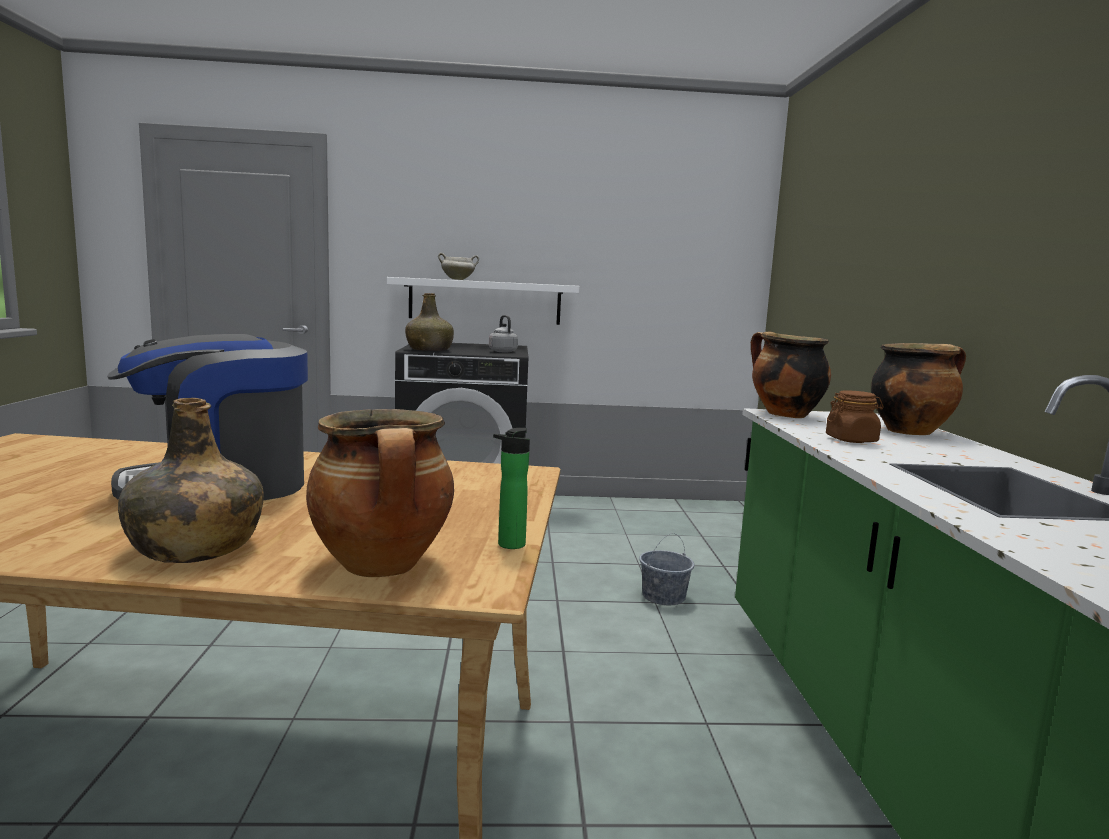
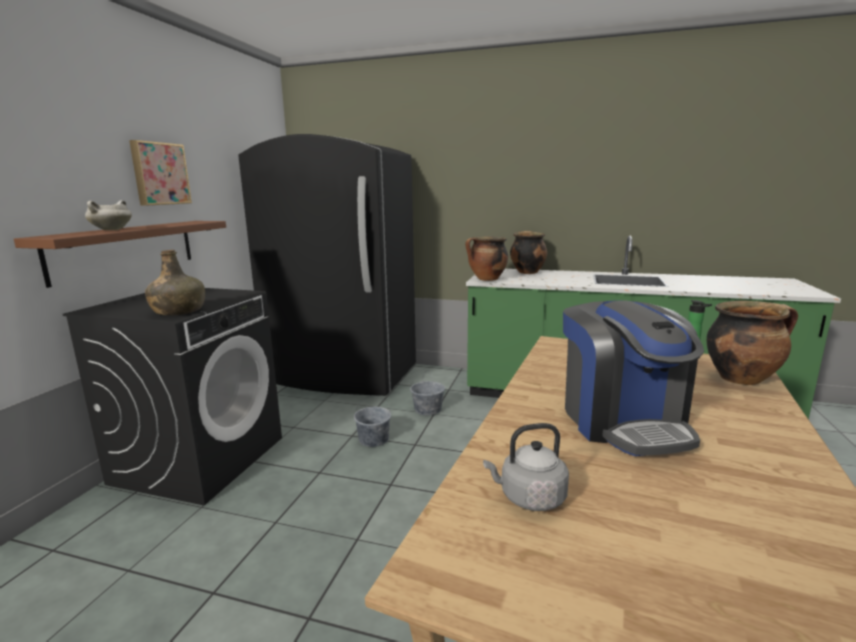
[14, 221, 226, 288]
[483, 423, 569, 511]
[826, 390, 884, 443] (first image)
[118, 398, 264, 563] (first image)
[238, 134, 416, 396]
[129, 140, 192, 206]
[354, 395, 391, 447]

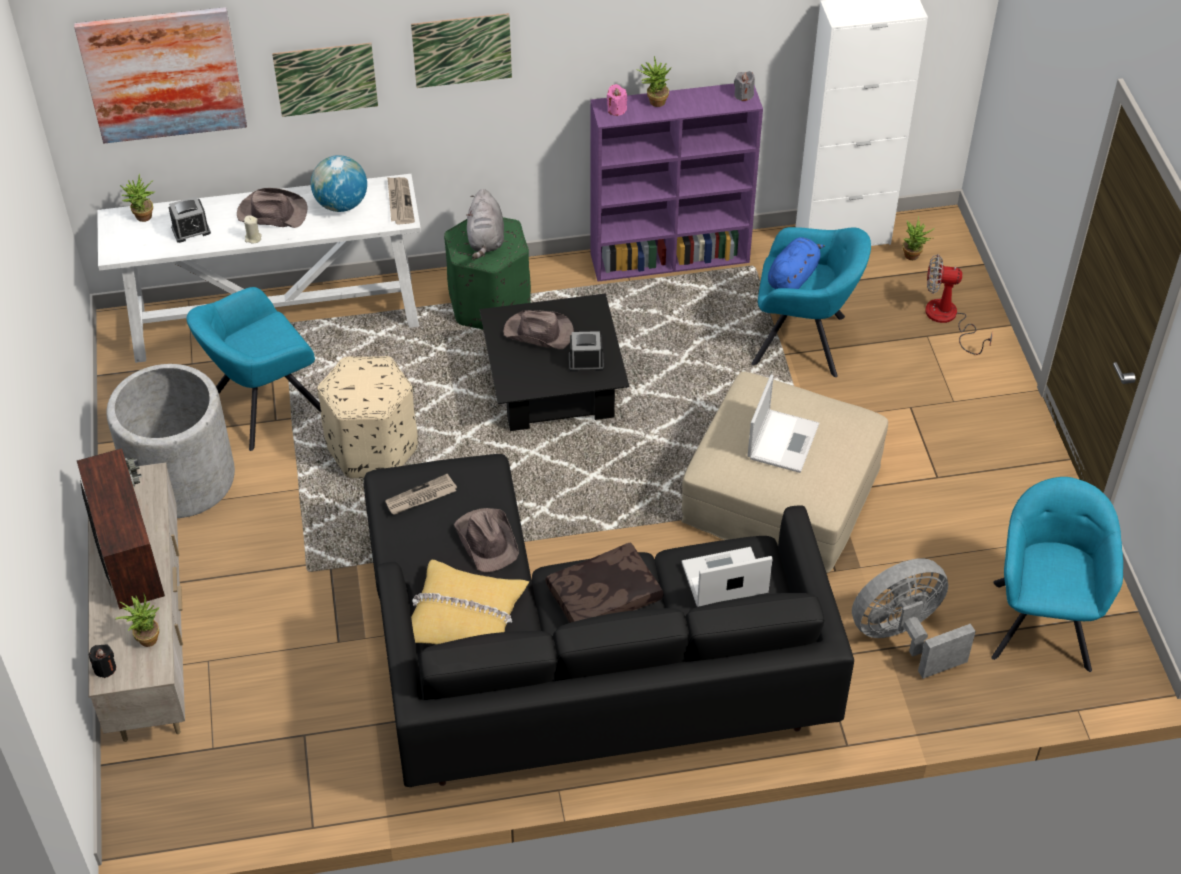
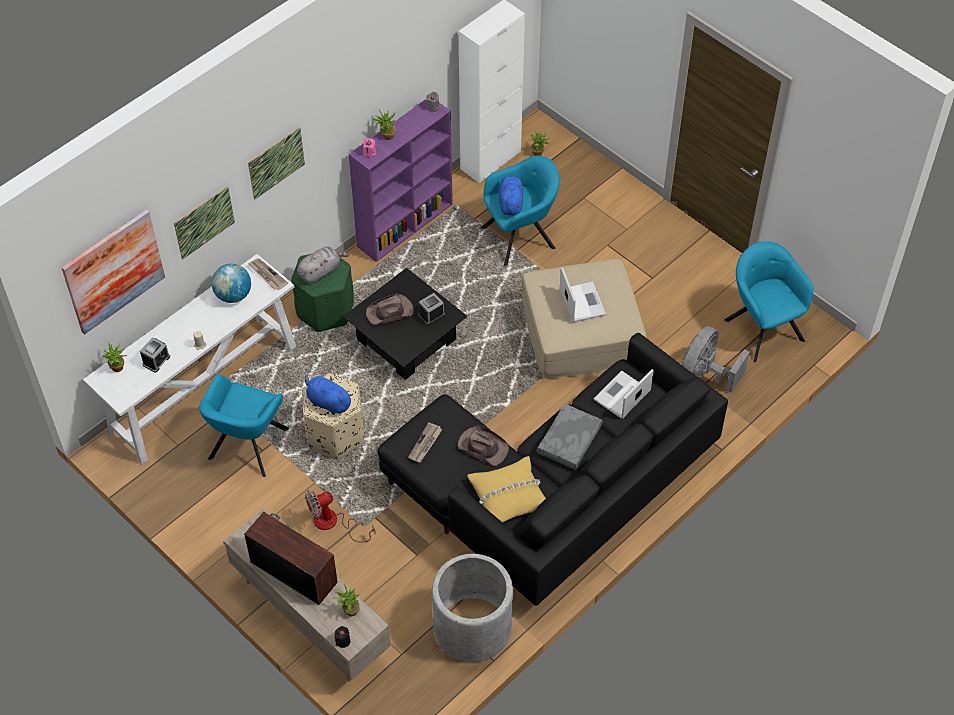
[237, 188, 308, 228] (first image)
[297, 247, 349, 283]
[305, 490, 375, 542]
[432, 554, 513, 662]
[537, 404, 603, 470]
[305, 375, 353, 415]

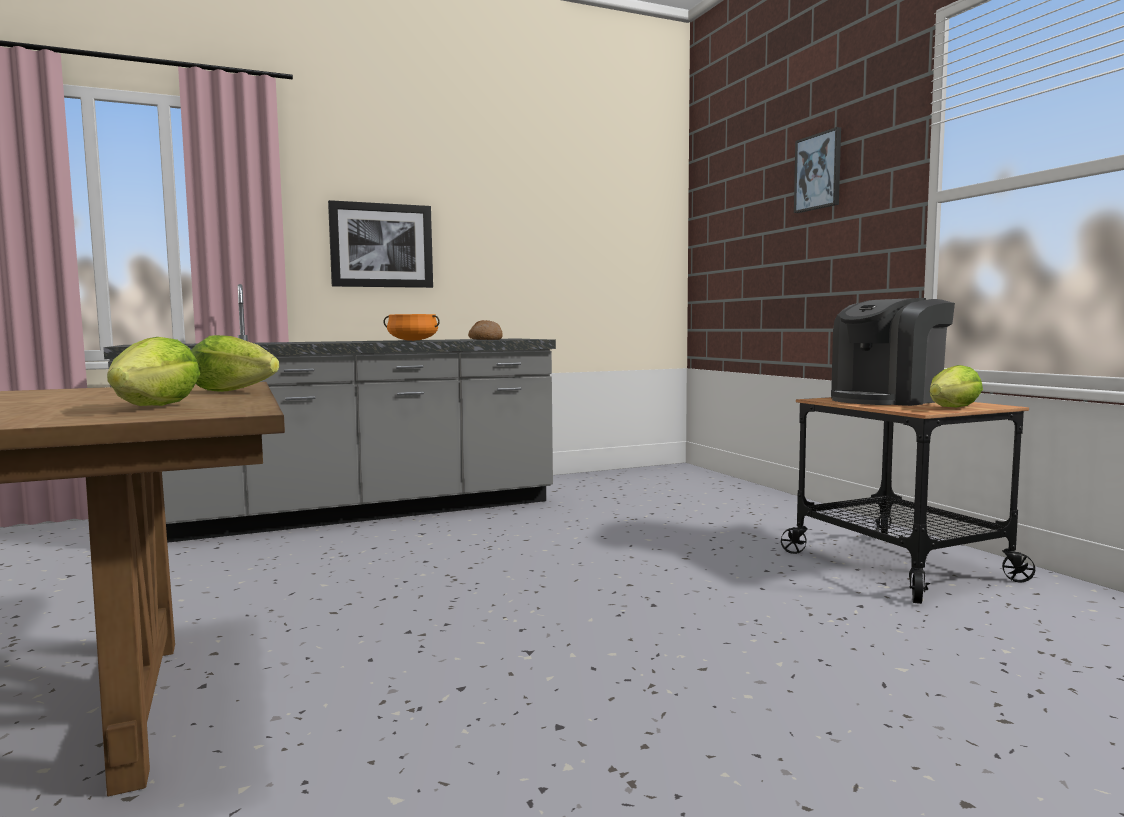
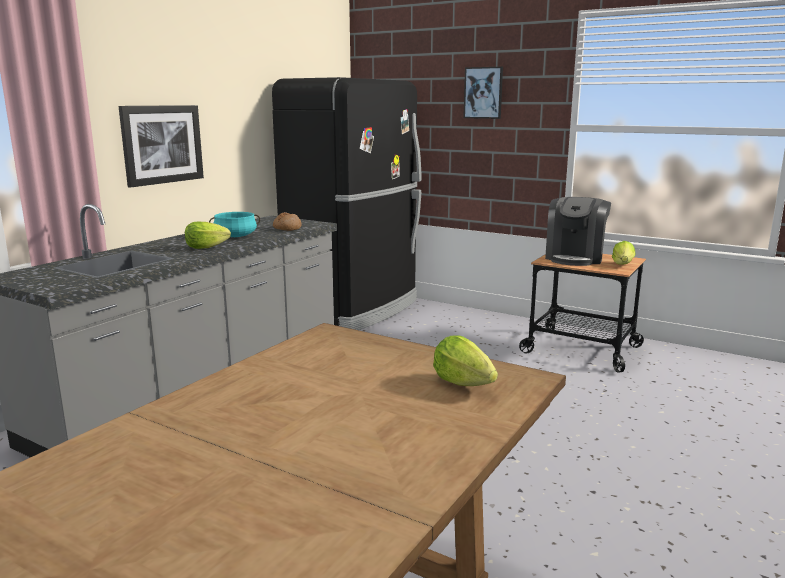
[209, 212, 260, 237]
[185, 221, 231, 249]
[272, 77, 422, 330]

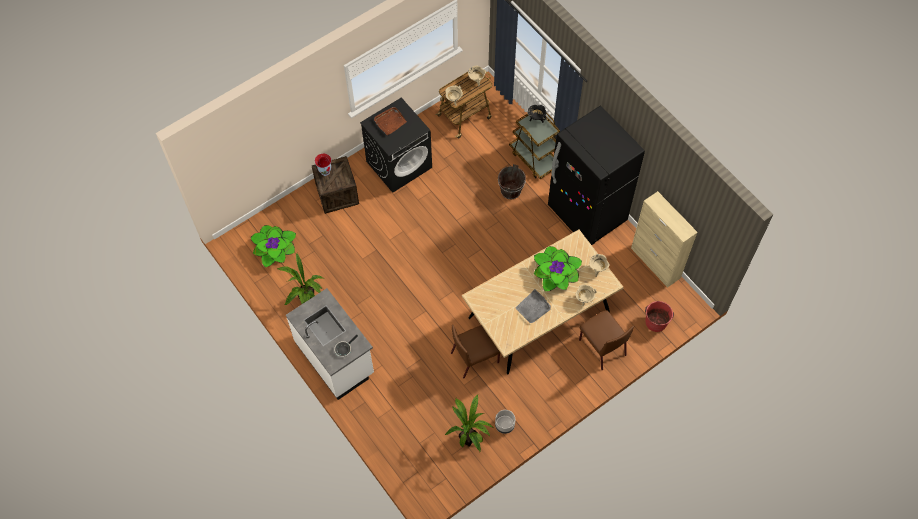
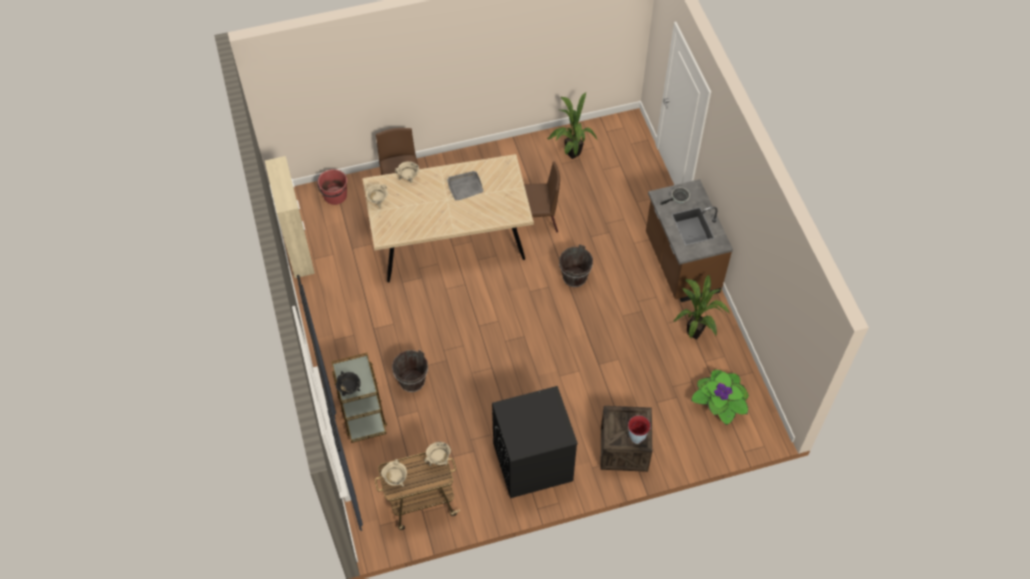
[548, 106, 645, 245] (first image)
[374, 107, 407, 135] (first image)
[534, 246, 582, 291] (first image)
[646, 179, 733, 302]
[495, 410, 515, 434] (first image)
[559, 244, 593, 287]

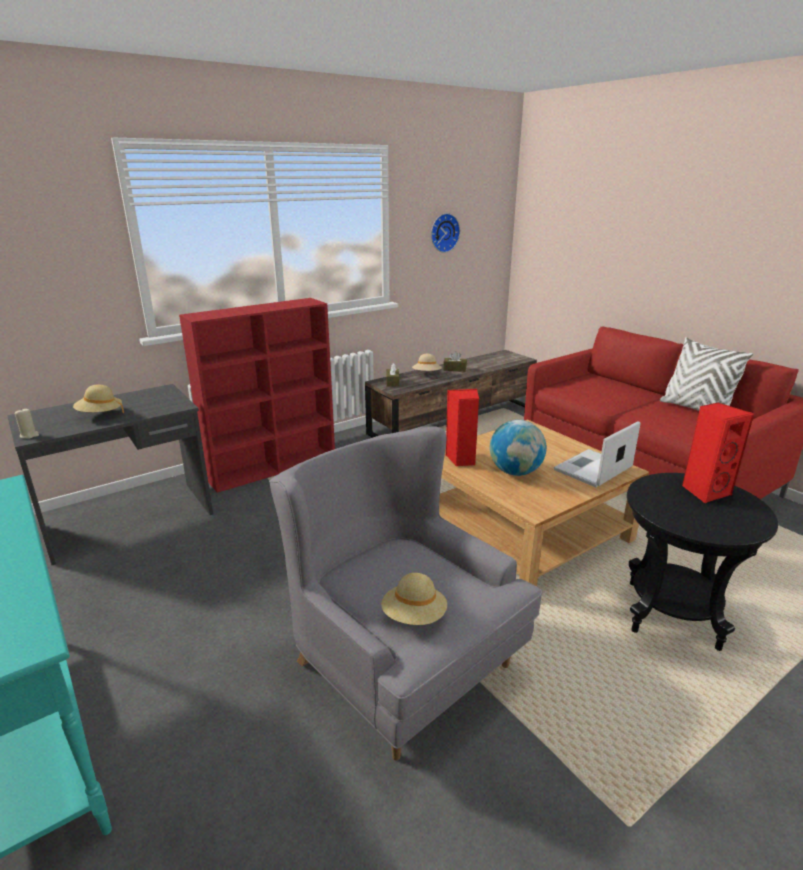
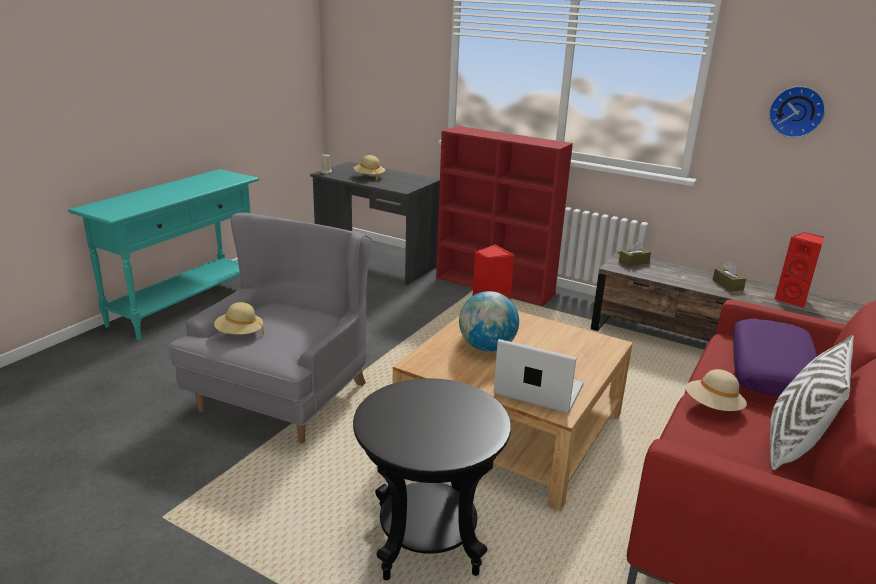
[685, 369, 747, 411]
[774, 232, 824, 308]
[733, 318, 817, 396]

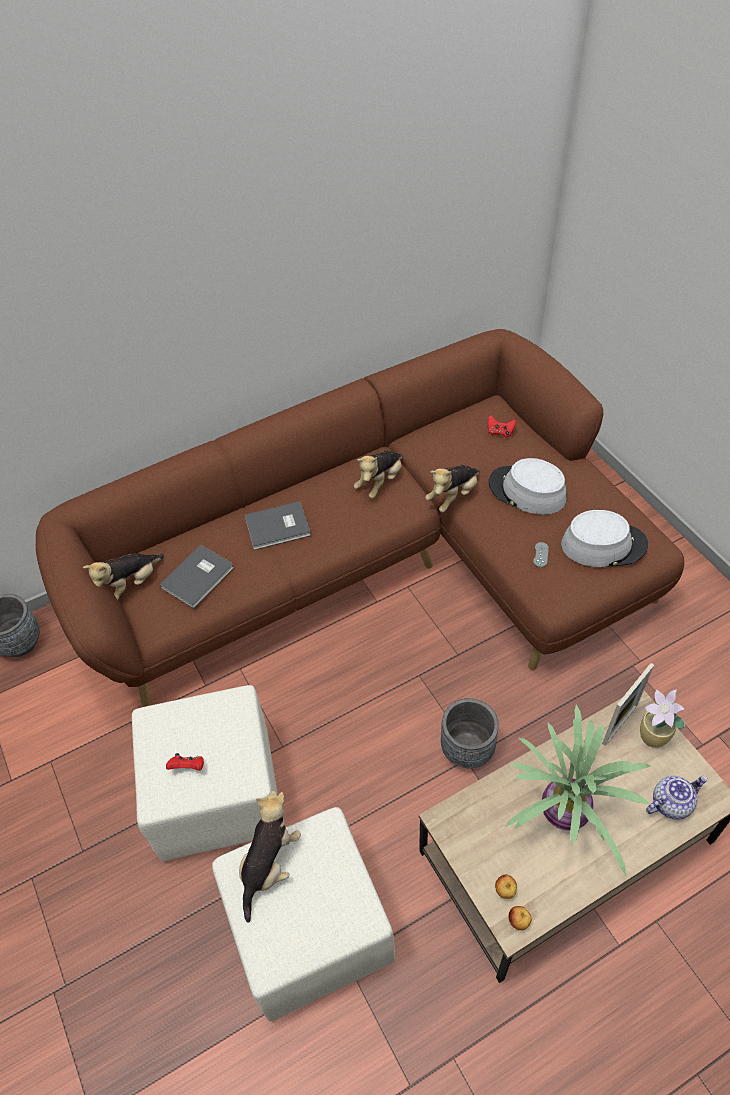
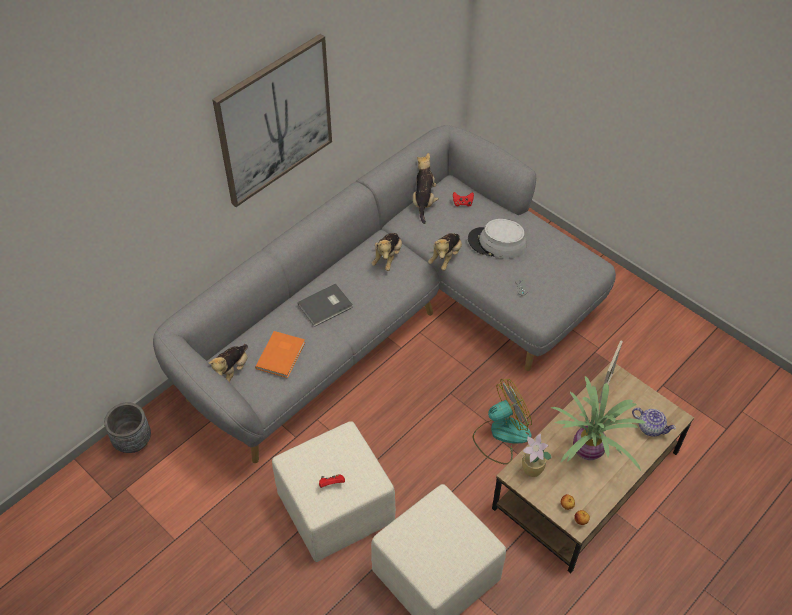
[153, 125, 616, 463]
[561, 510, 648, 567] (first image)
[255, 331, 305, 378]
[522, 434, 551, 477]
[473, 379, 532, 465]
[632, 408, 676, 437]
[413, 153, 439, 224]
[212, 34, 332, 207]

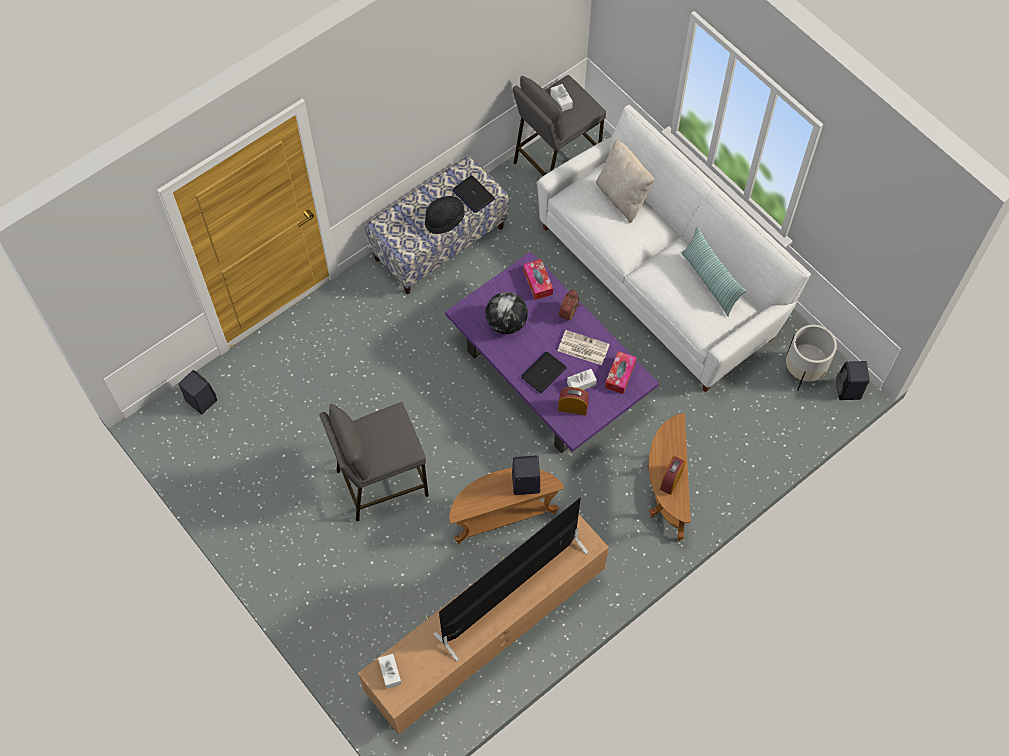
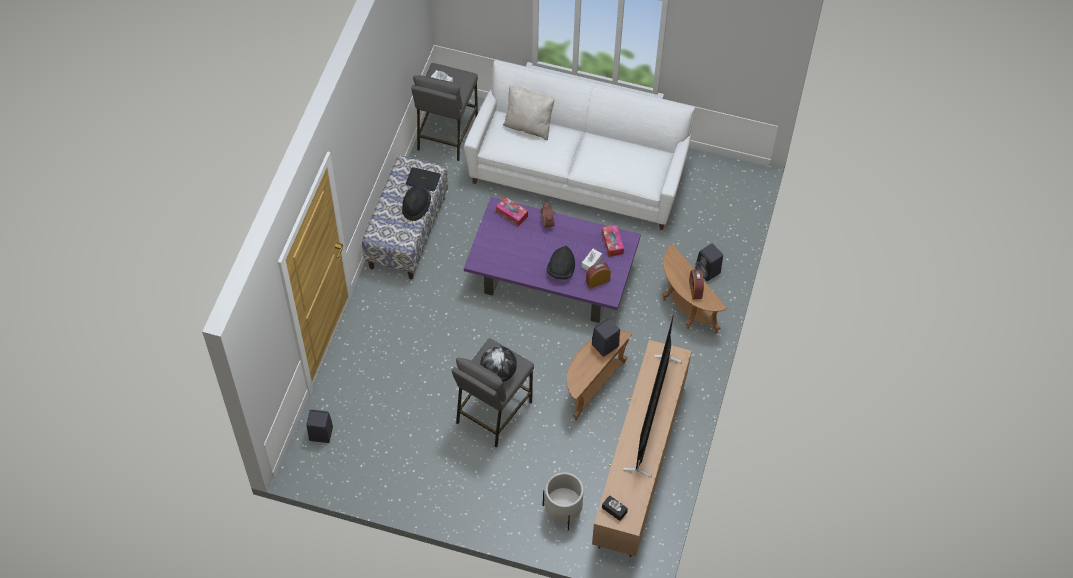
[681, 227, 746, 317] (first image)
[480, 346, 517, 382]
[543, 472, 584, 530]
[558, 330, 610, 365] (first image)
[547, 246, 575, 280]
[695, 243, 723, 281]
[602, 495, 628, 521]

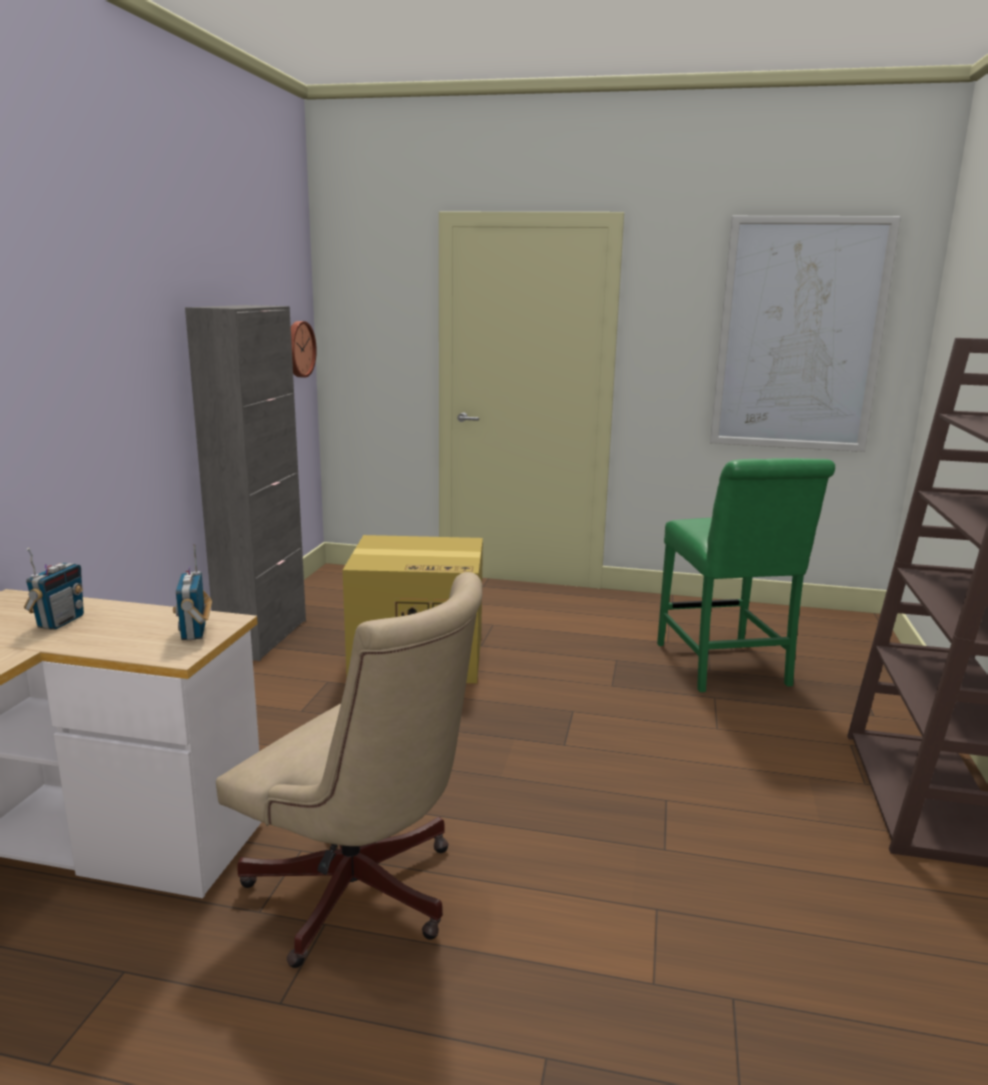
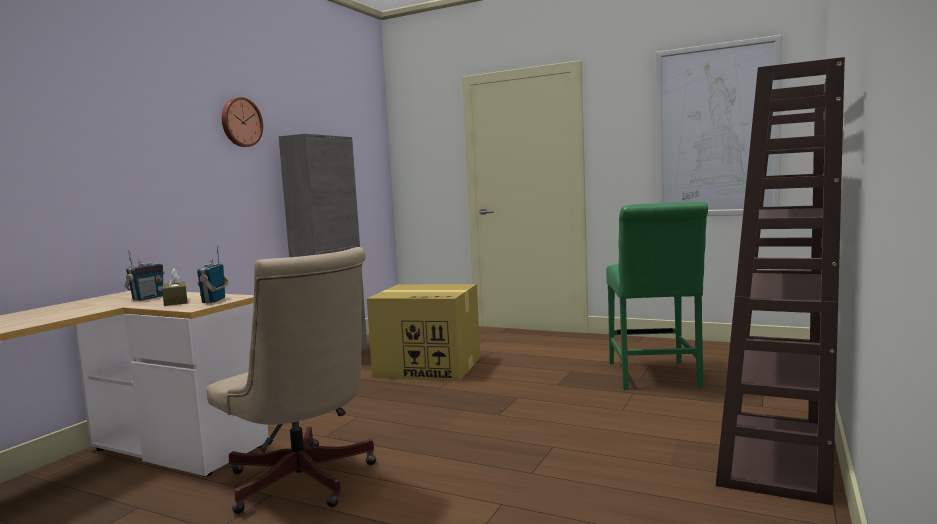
[222, 97, 263, 147]
[162, 269, 188, 306]

